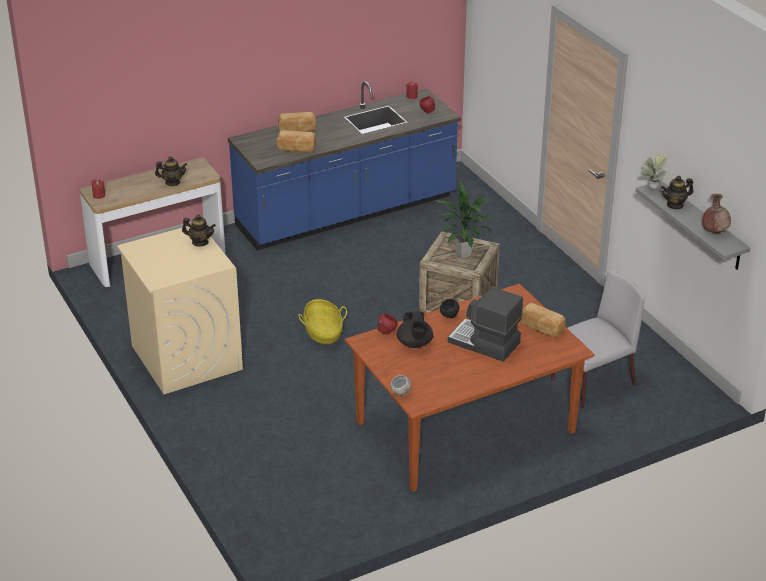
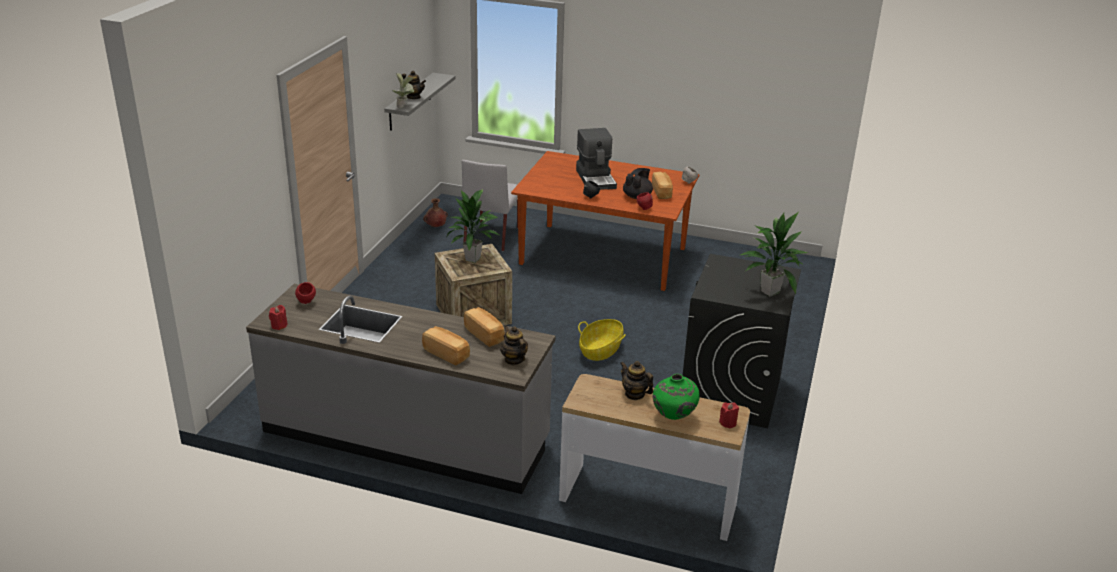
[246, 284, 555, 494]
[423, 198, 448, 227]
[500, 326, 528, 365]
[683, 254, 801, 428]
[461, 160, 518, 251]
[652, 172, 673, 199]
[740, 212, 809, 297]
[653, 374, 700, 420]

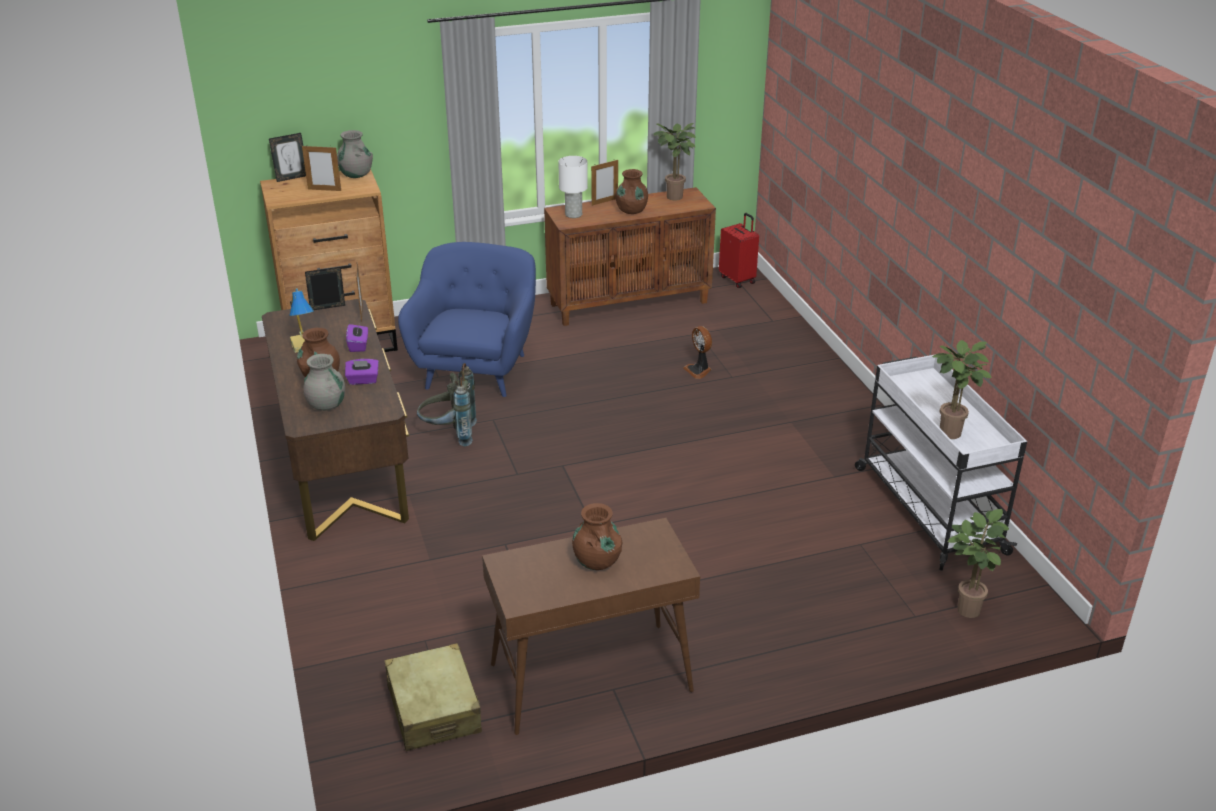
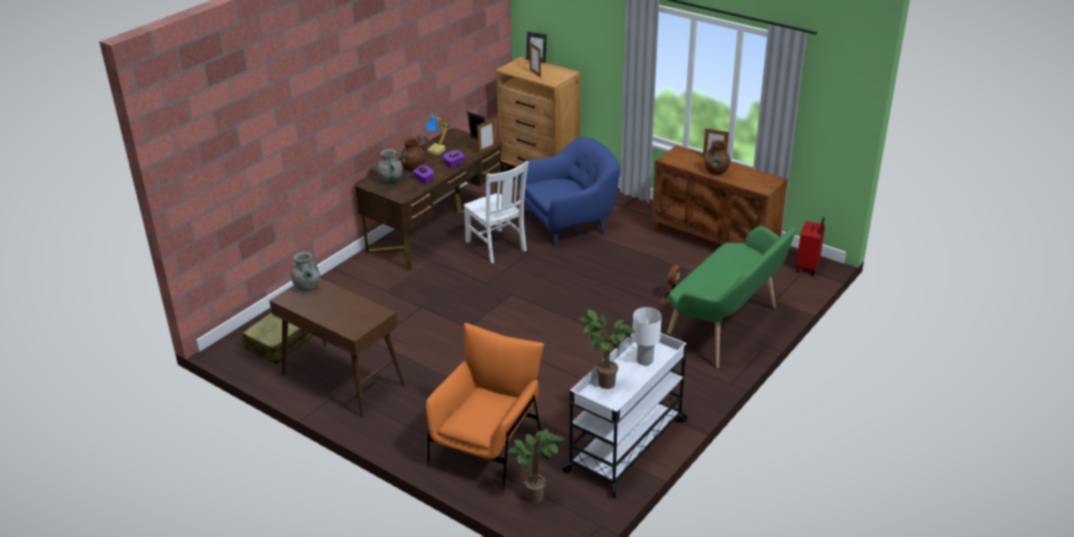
[653, 123, 696, 200] (first image)
[291, 252, 321, 291]
[632, 307, 662, 365]
[464, 161, 529, 263]
[572, 503, 622, 570] (first image)
[667, 226, 796, 368]
[426, 323, 544, 491]

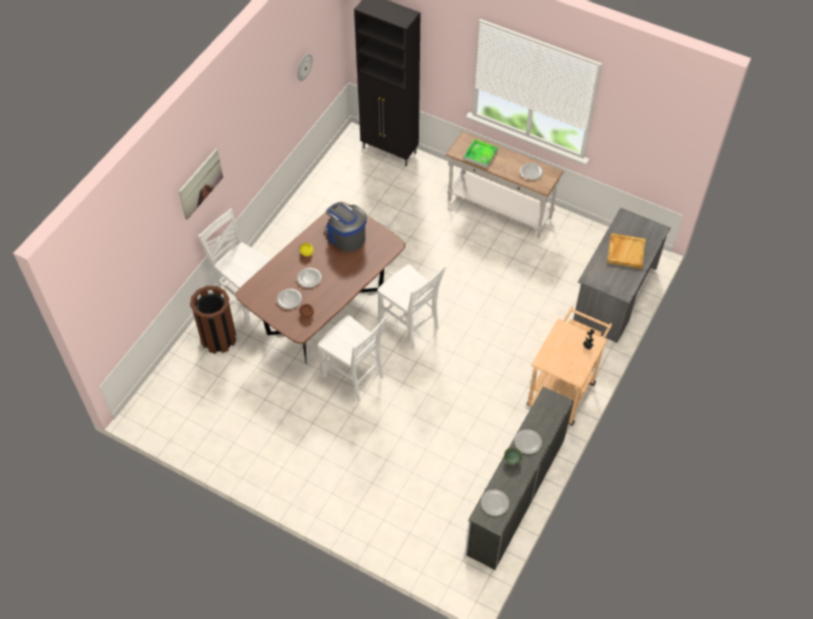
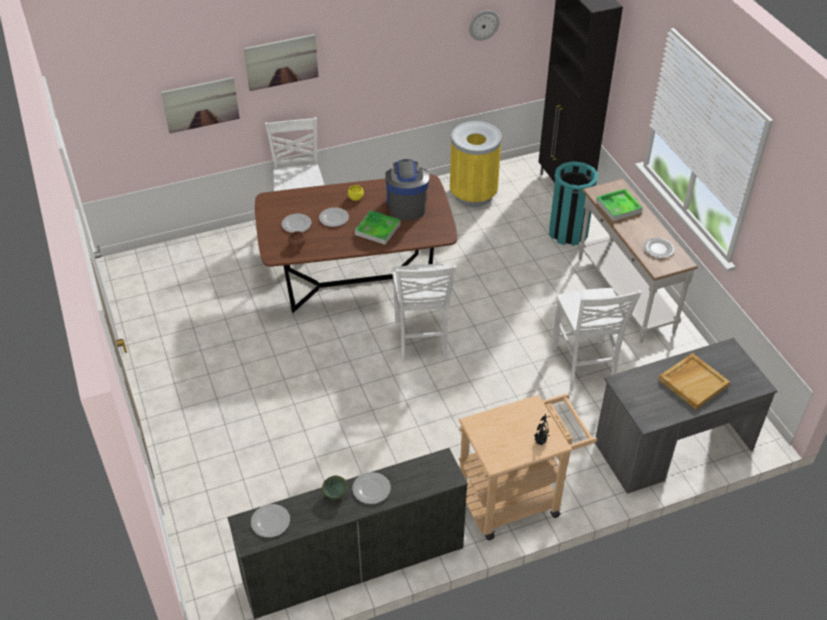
[190, 286, 236, 354] (first image)
[552, 288, 642, 391]
[161, 77, 240, 134]
[450, 121, 502, 207]
[549, 161, 598, 246]
[355, 210, 401, 245]

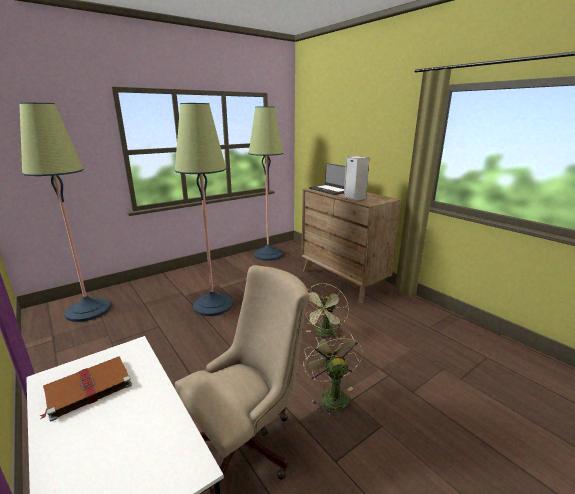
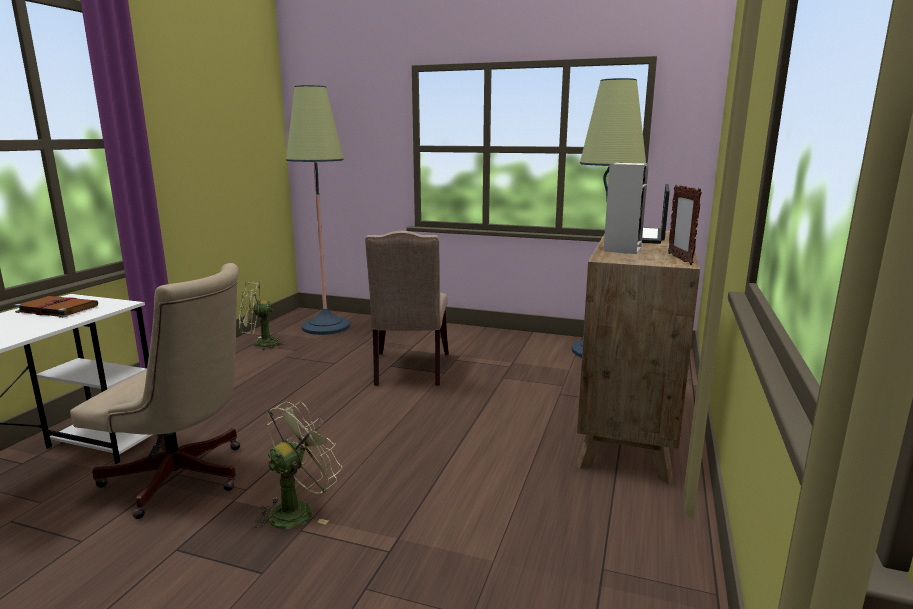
[365, 231, 449, 386]
[239, 281, 286, 351]
[668, 185, 702, 265]

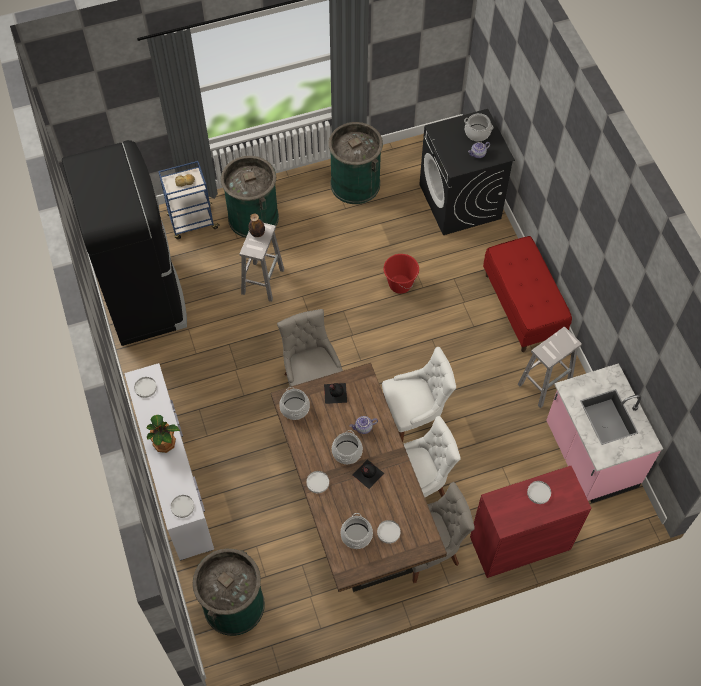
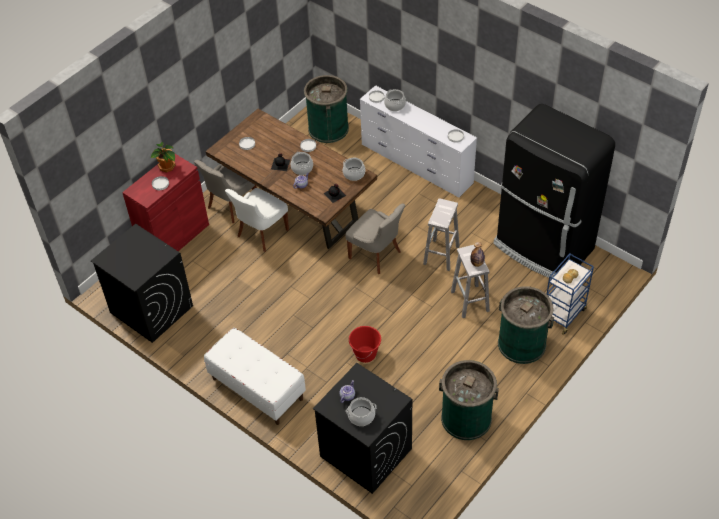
[204, 328, 306, 425]
[423, 198, 460, 271]
[382, 347, 456, 442] (first image)
[91, 224, 193, 343]
[151, 142, 175, 172]
[384, 89, 406, 111]

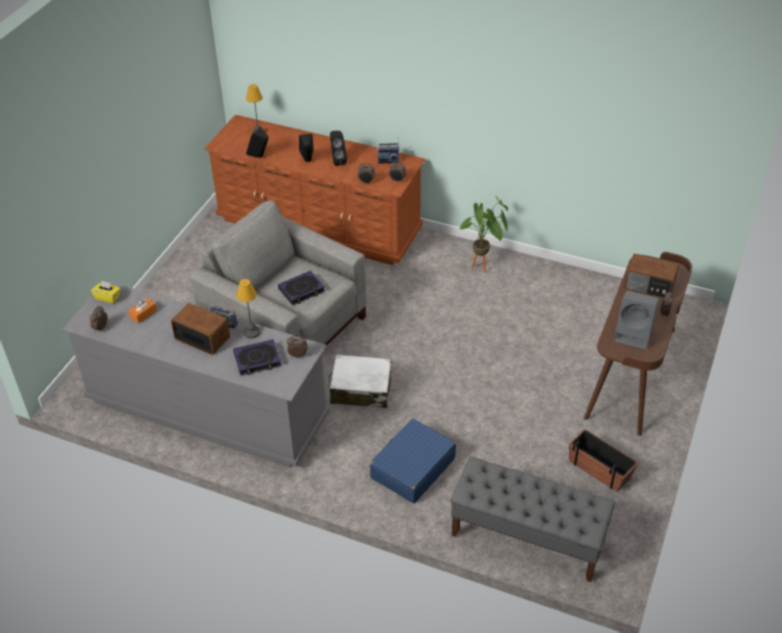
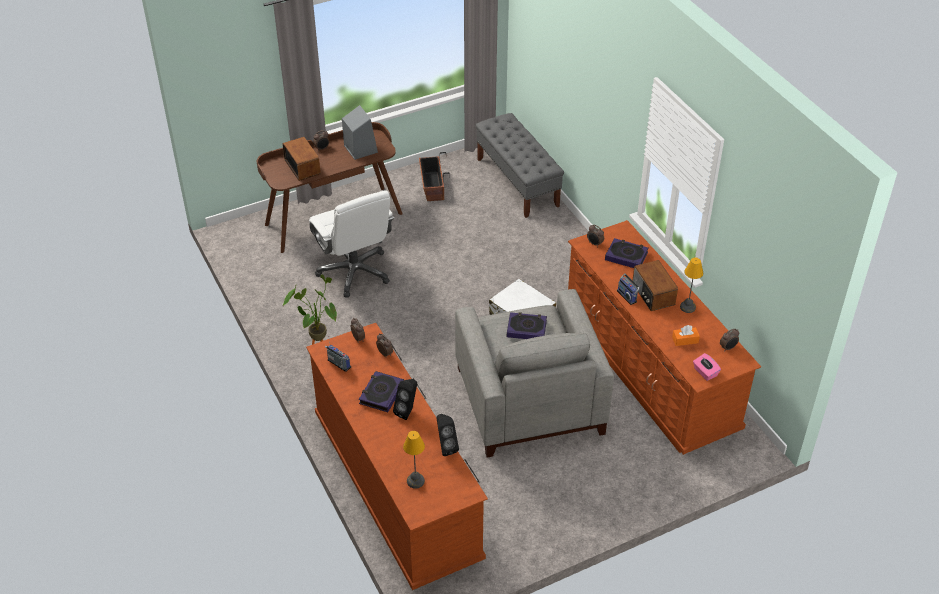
[359, 371, 404, 412]
[680, 257, 703, 313]
[568, 220, 761, 455]
[693, 353, 721, 381]
[370, 419, 456, 503] (first image)
[309, 191, 394, 298]

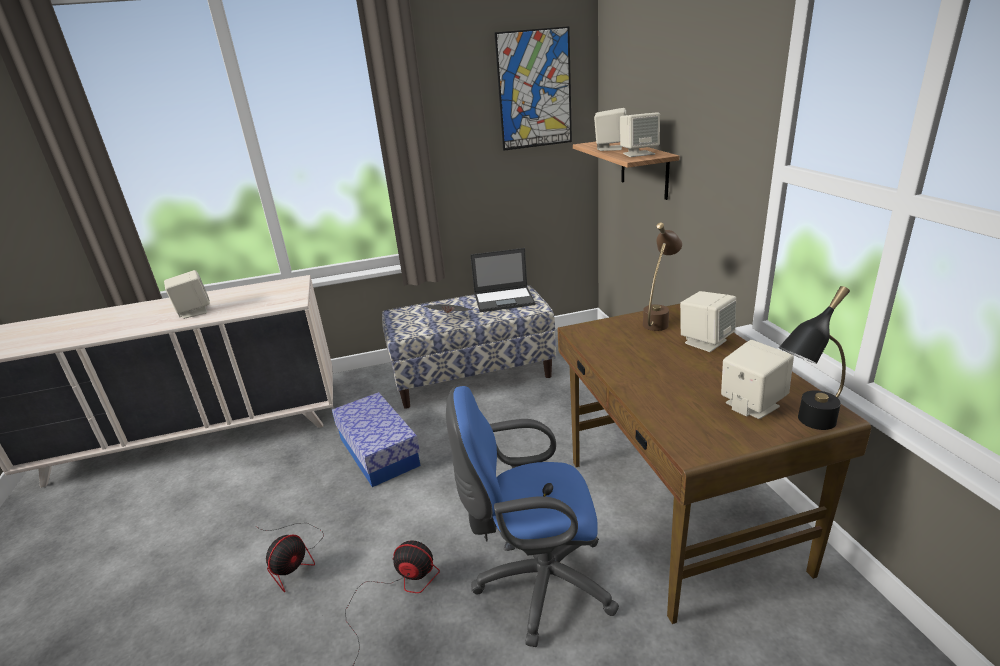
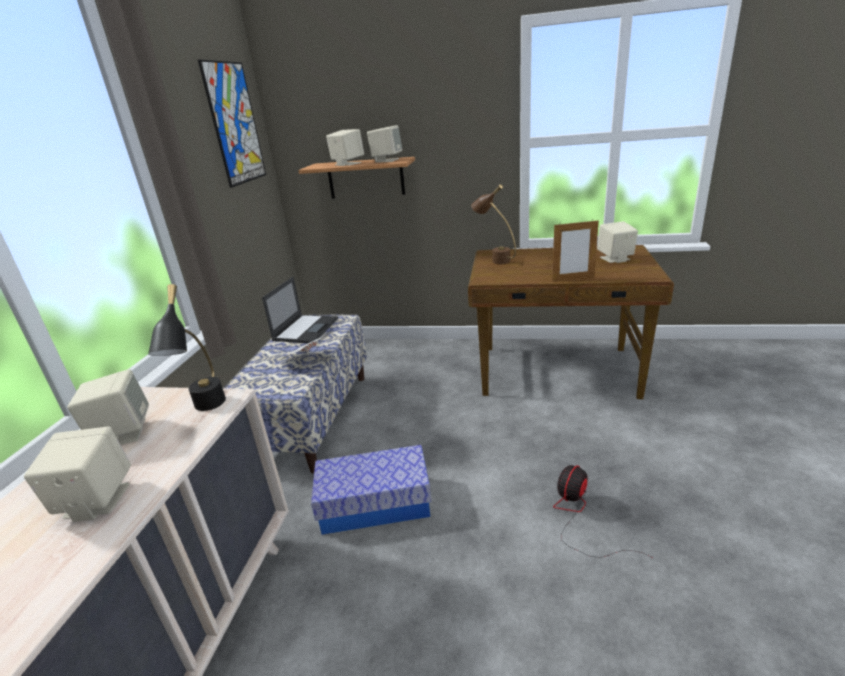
[148, 284, 226, 411]
[67, 369, 149, 445]
[446, 386, 619, 647] (first image)
[257, 523, 324, 592] (first image)
[552, 220, 599, 282]

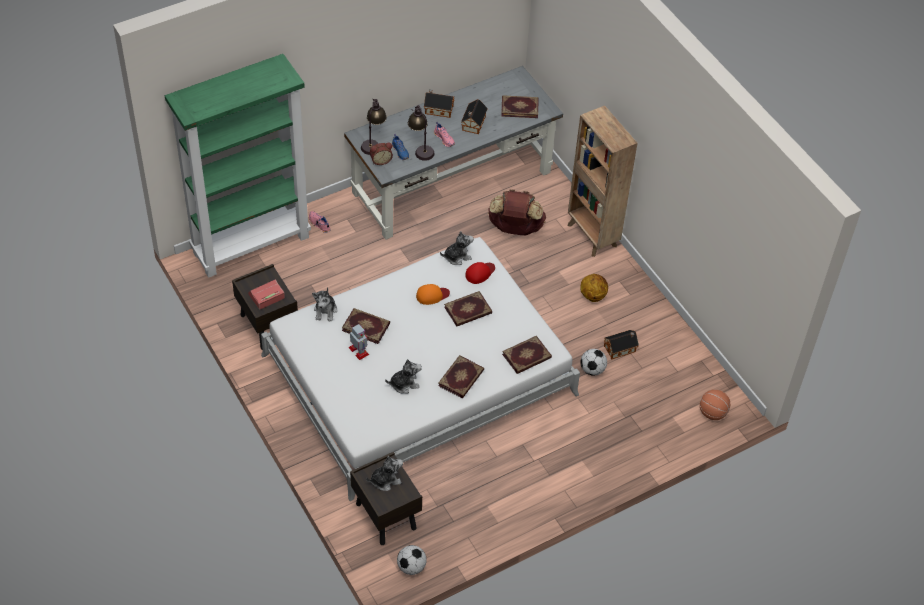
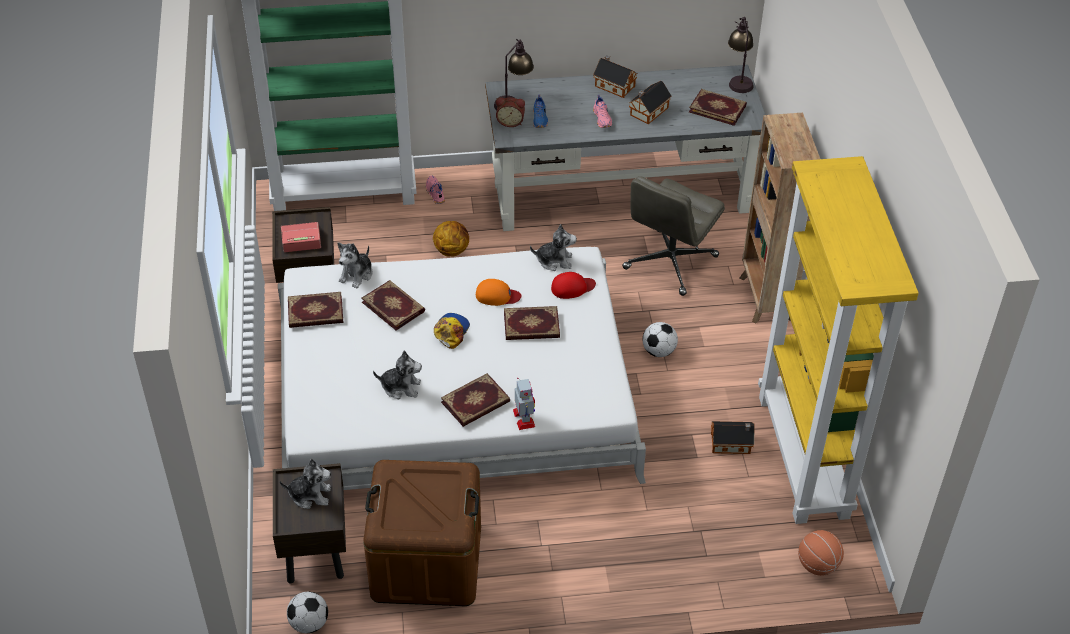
[728, 17, 754, 93]
[622, 176, 725, 296]
[433, 221, 469, 257]
[513, 378, 535, 430]
[288, 292, 344, 328]
[642, 322, 678, 357]
[758, 156, 919, 524]
[434, 313, 470, 349]
[363, 460, 481, 606]

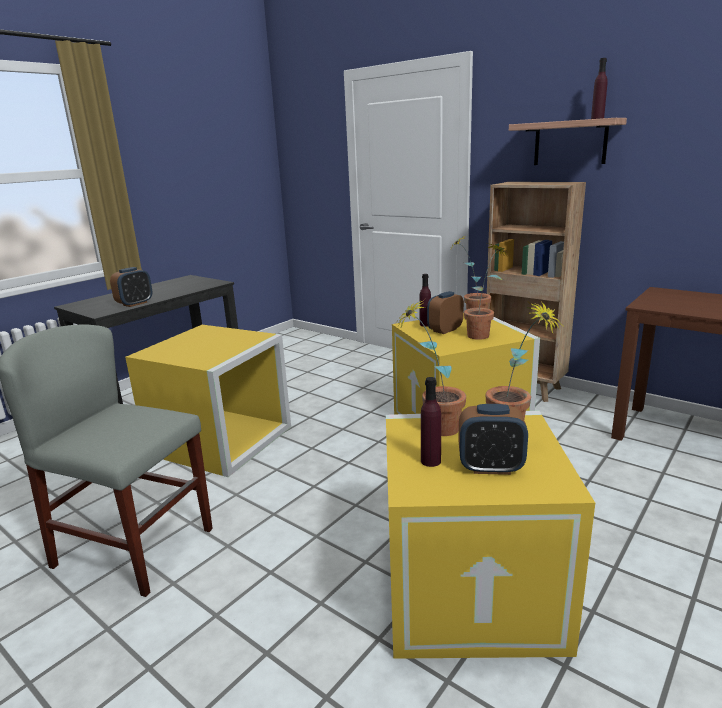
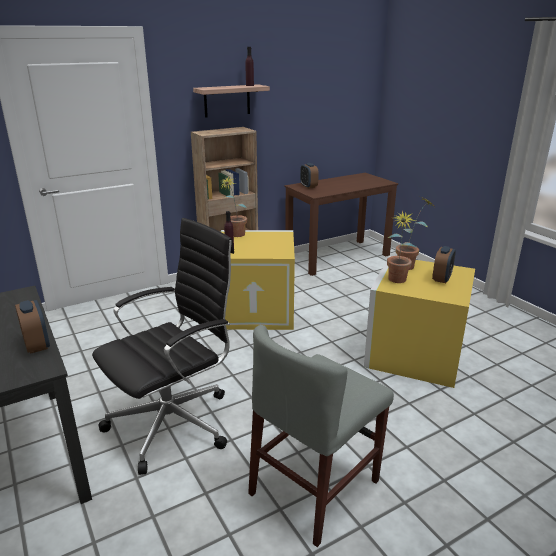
[464, 244, 507, 340] (first image)
[300, 163, 319, 189]
[92, 218, 234, 475]
[421, 377, 441, 467] (first image)

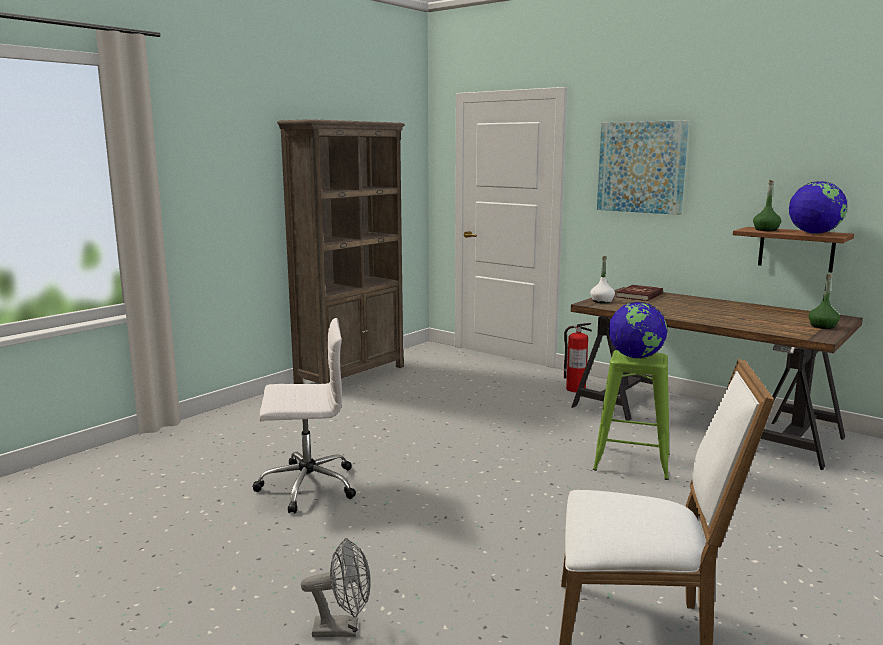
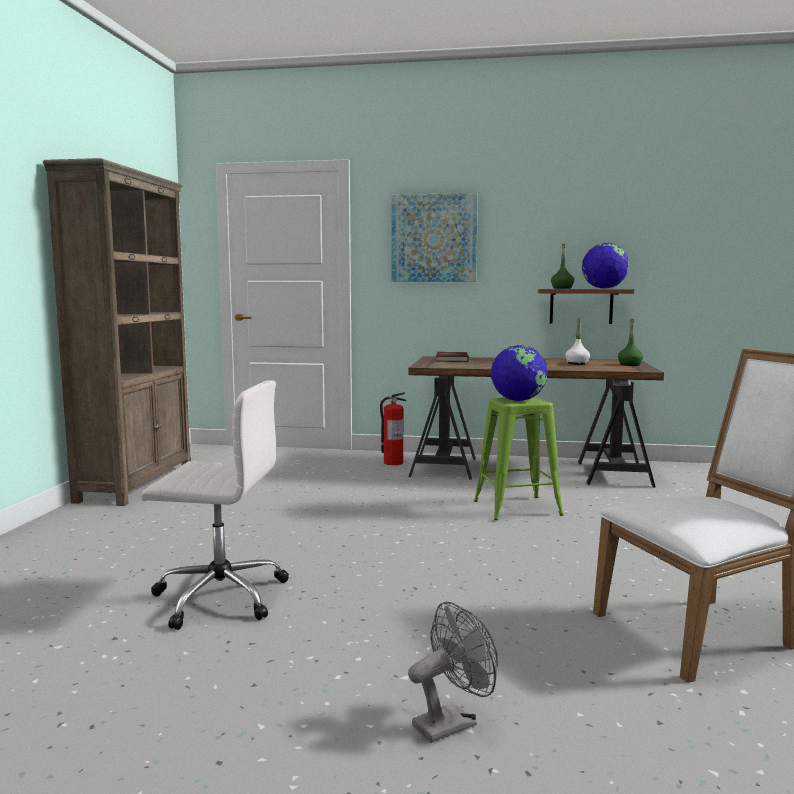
[565, 318, 590, 365]
[141, 380, 289, 630]

